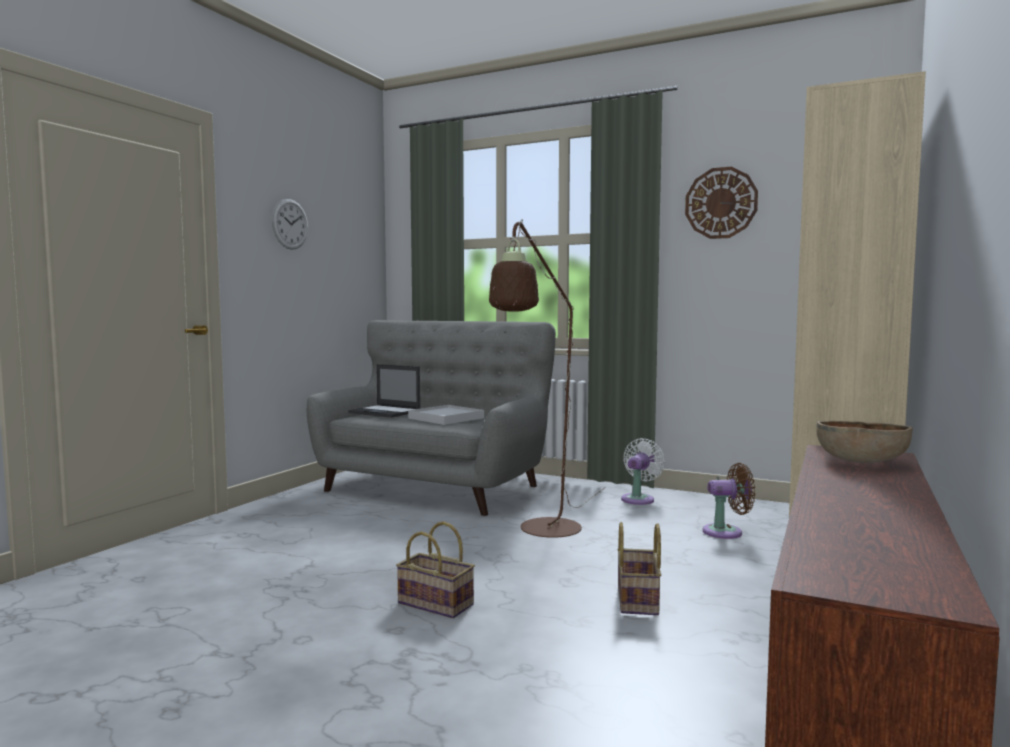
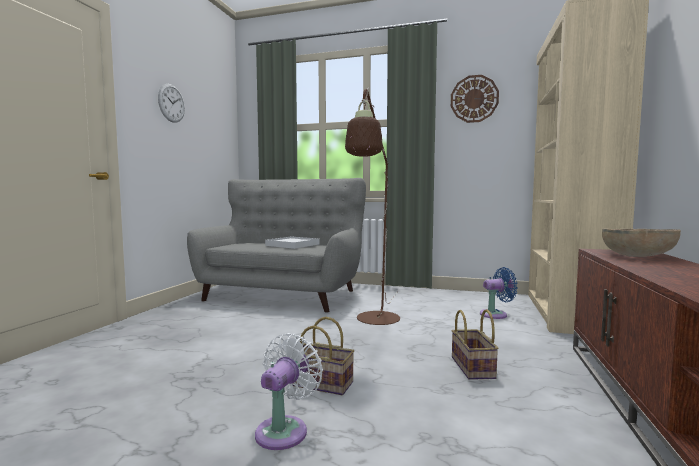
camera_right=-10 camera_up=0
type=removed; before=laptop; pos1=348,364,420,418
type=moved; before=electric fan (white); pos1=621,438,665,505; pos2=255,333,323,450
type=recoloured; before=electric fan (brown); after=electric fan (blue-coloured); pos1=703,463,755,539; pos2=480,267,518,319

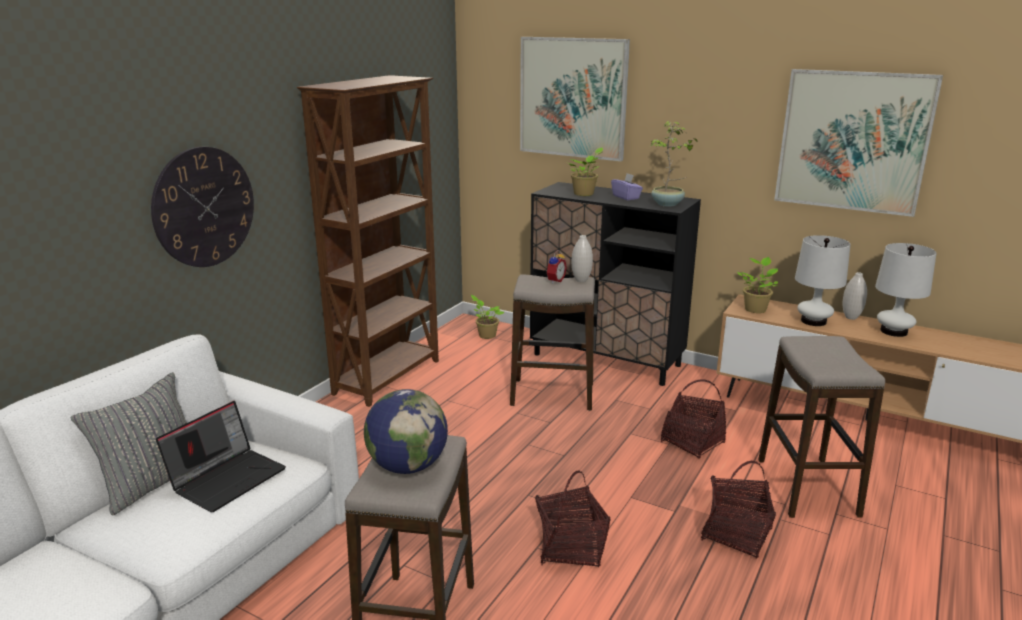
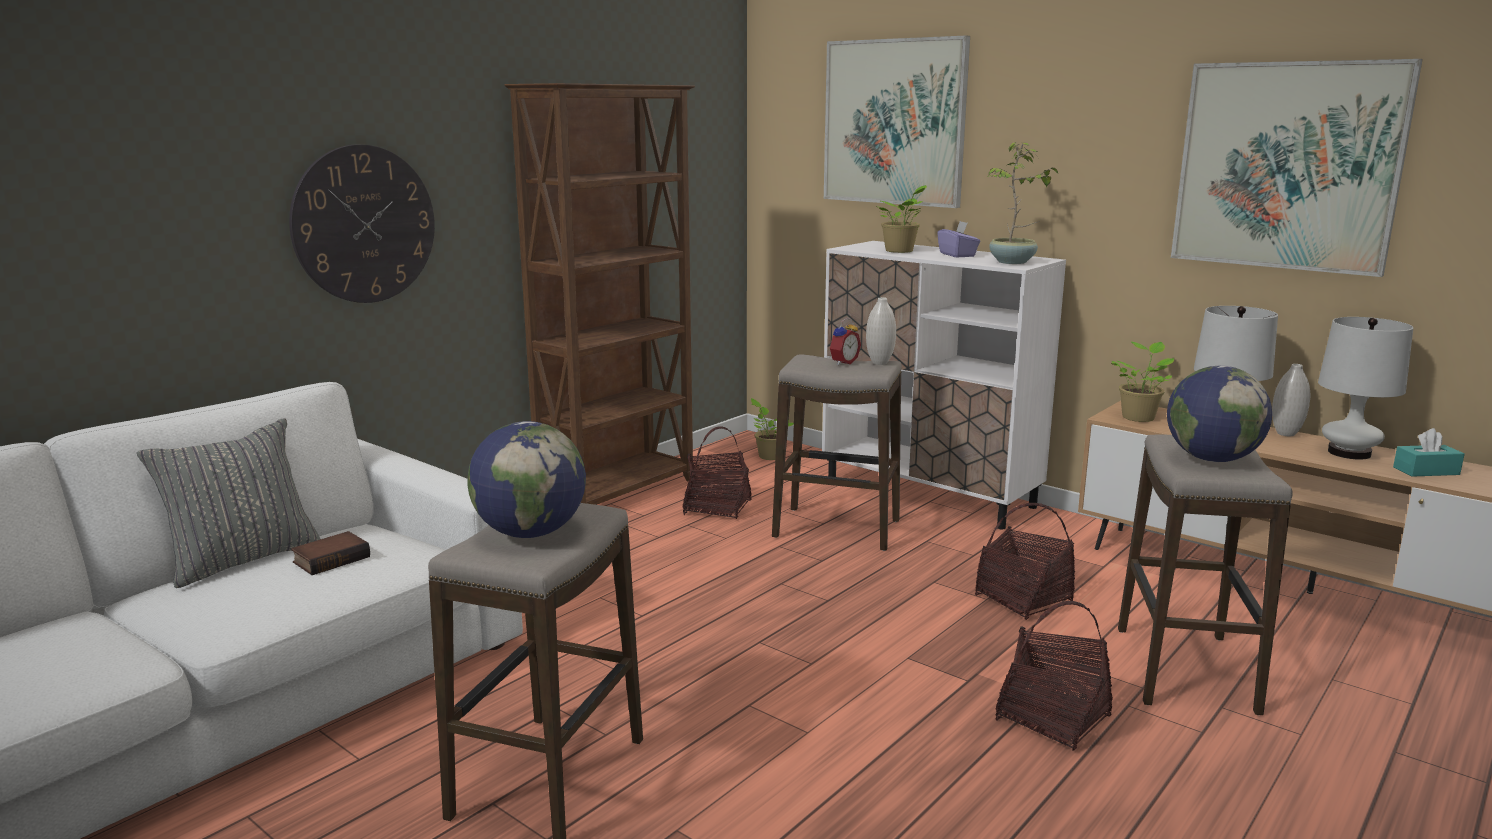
camera_right=10 camera_up=-5
type=replaced; before=laptop; after=bound book; pos1=156,401,286,512; pos2=291,531,370,575
type=recoloured; before=cupboard (black); after=cupboard (white); pos1=530,182,701,386; pos2=822,241,1066,529
type=moved; before=household basket; pos1=535,471,610,568; pos2=682,426,752,519
type=added; after=world globe; pos2=1167,366,1272,462
type=added; after=tissue box (turquoise); pos2=1393,428,1465,477

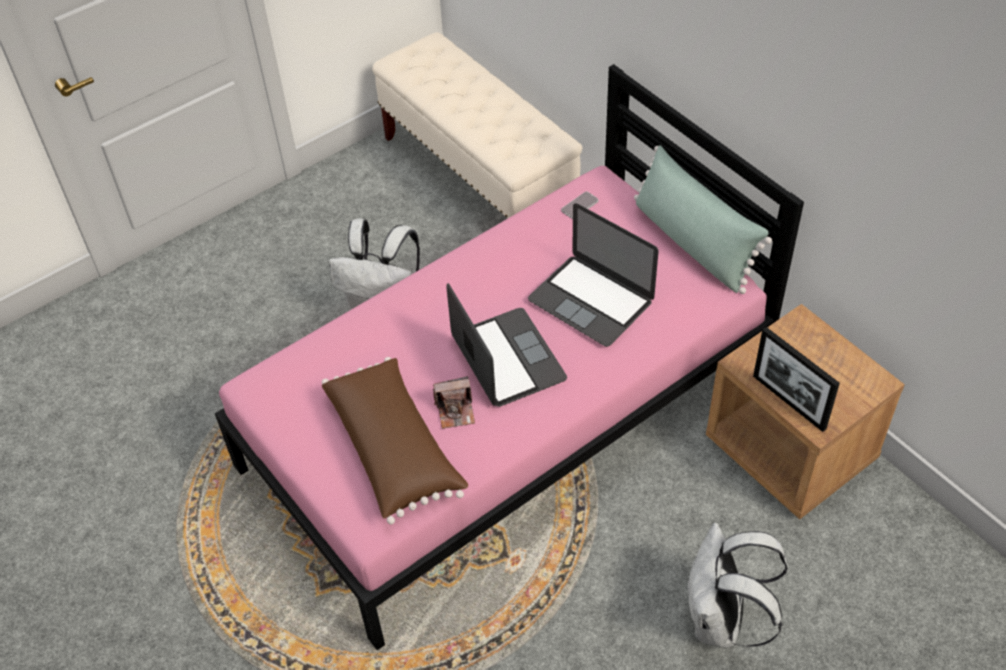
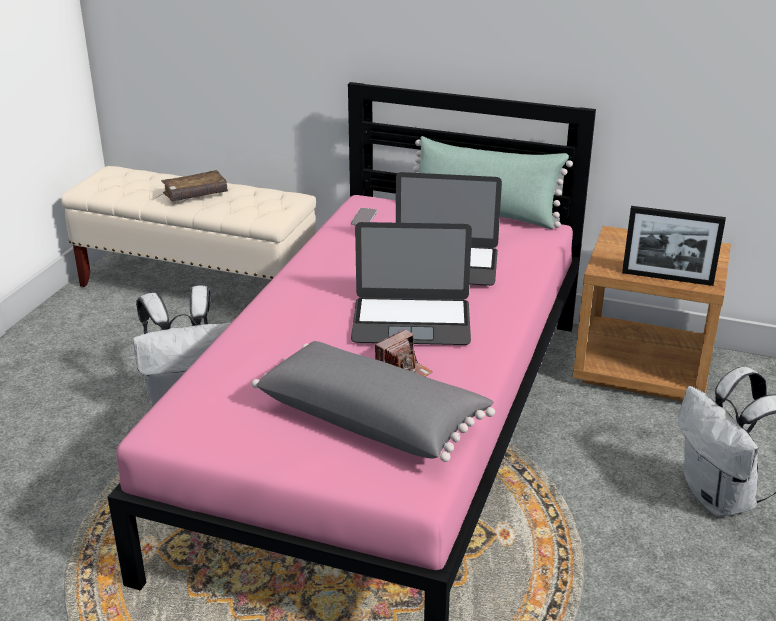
camera_right=-35 camera_up=-20
type=recoloured; before=cushion (brown); after=cushion (greyish); pos1=322,357,468,525; pos2=252,341,495,462
type=turned; before=laptop; pos1=446,283,567,407; pos2=351,222,472,345; turn=150
type=added; after=bound book (brown); pos2=161,170,228,201

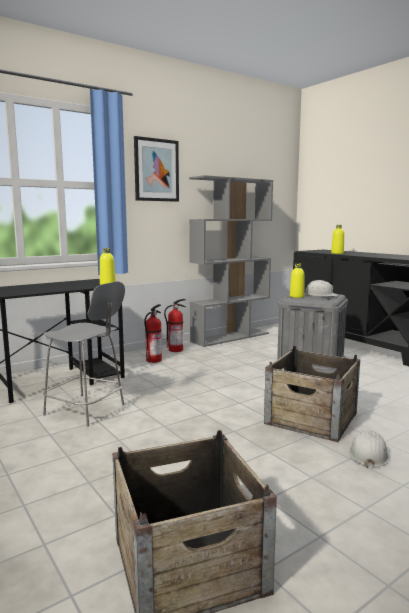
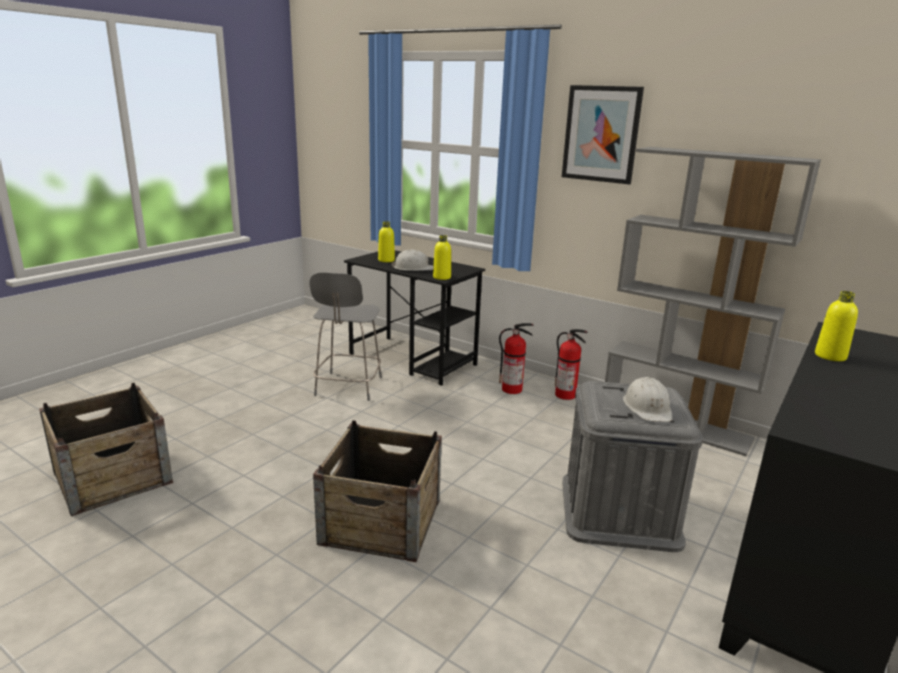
camera_right=70 camera_up=10
type=moved; before=drink bottle (yellow); pos1=290,263,304,298; pos2=378,221,395,262
type=moved; before=work helmet (white); pos1=349,430,389,468; pos2=391,250,433,271

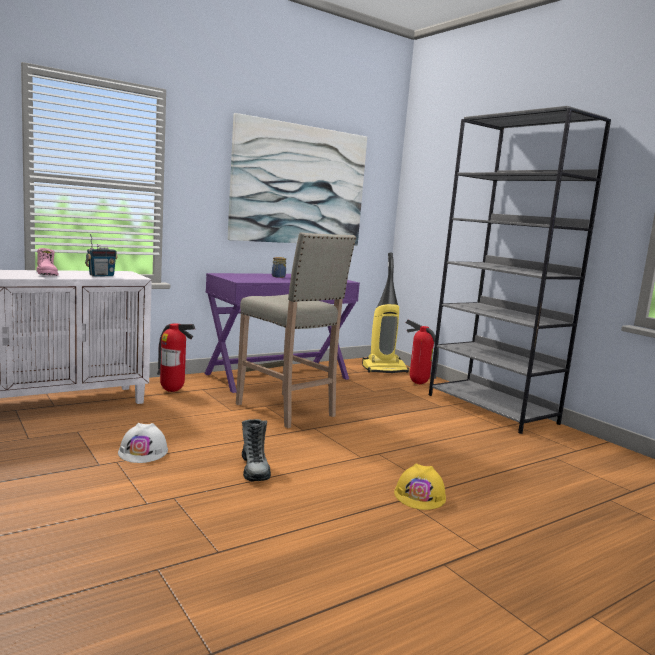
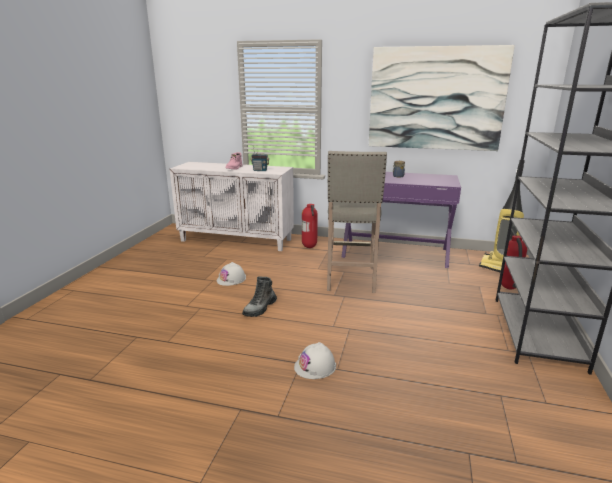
camera_right=50 camera_up=10
type=recoloured; before=work helmet (yellow); after=work helmet (white); pos1=394,463,446,510; pos2=294,342,336,379

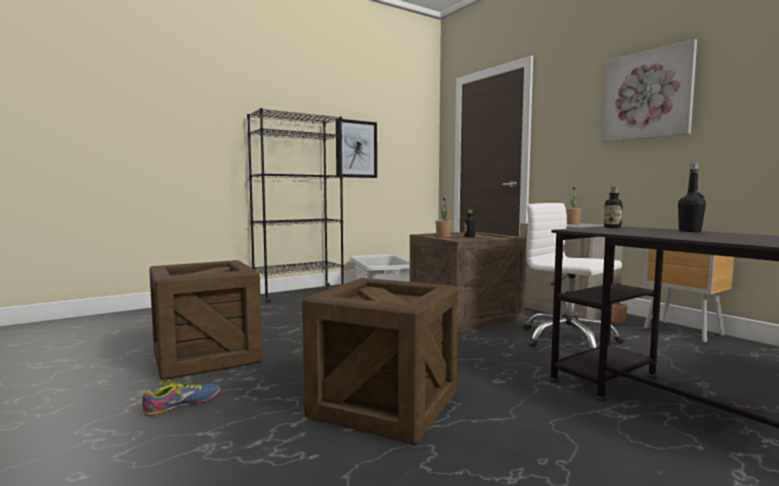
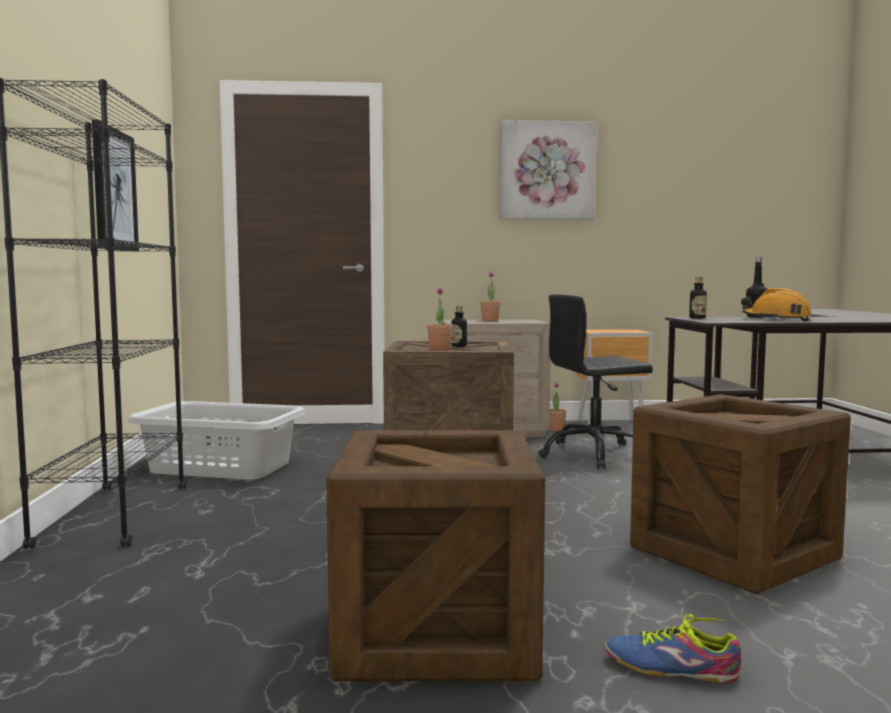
camera_right=-60 camera_up=0
type=turned; before=item of footwear; pos1=142,380,220,416; pos2=605,614,741,683; turn=-60
type=recoloured; before=office chair (white); after=office chair (black); pos1=523,203,624,349; pos2=538,294,653,469
type=added; after=work helmet (orange); pos2=741,288,812,321

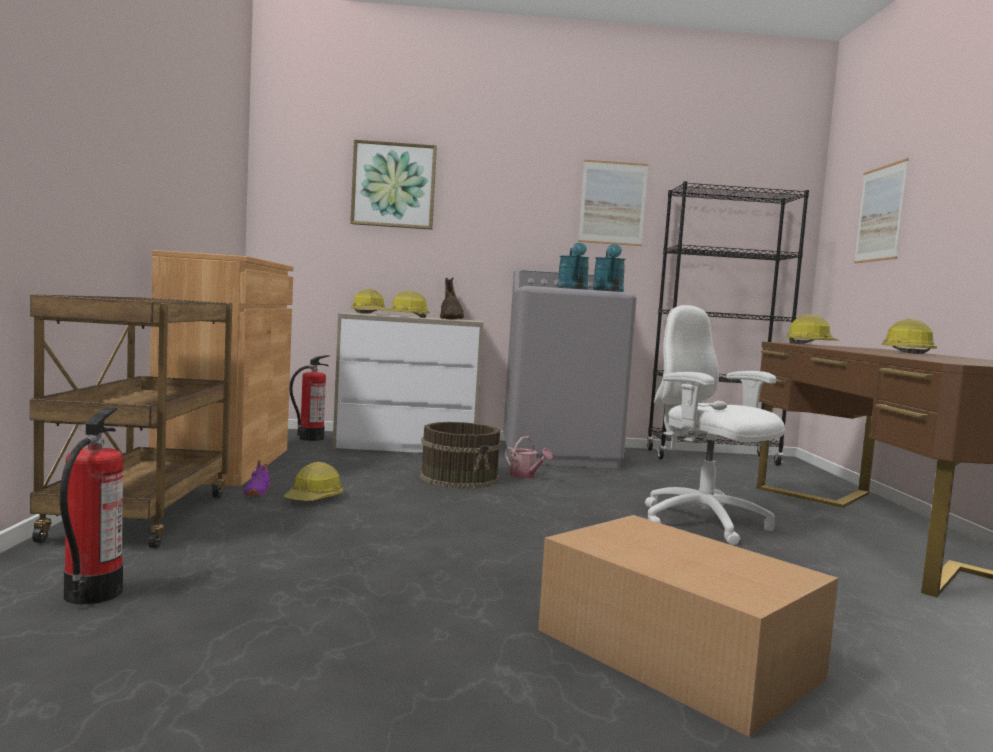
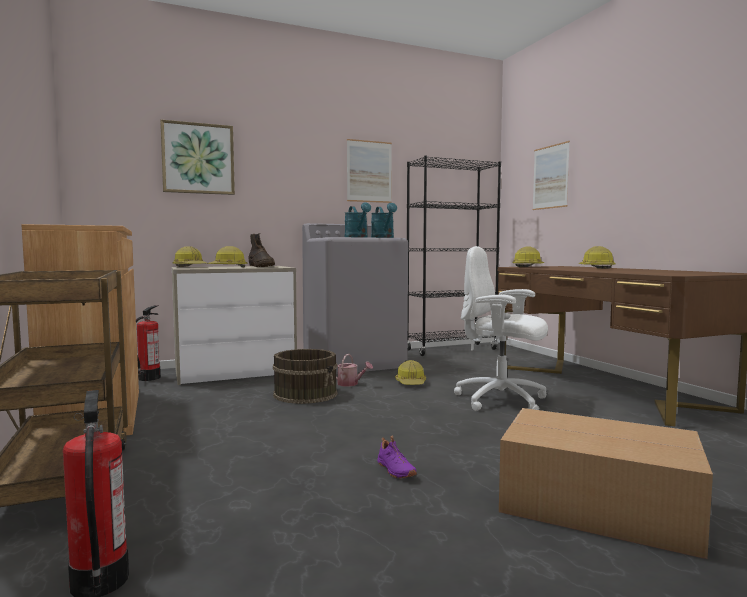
camera_right=-20 camera_up=0
type=moved; before=item of footwear (purplish); pos1=244,460,270,496; pos2=377,436,417,479
type=moved; before=work helmet; pos1=284,462,343,501; pos2=395,360,426,385

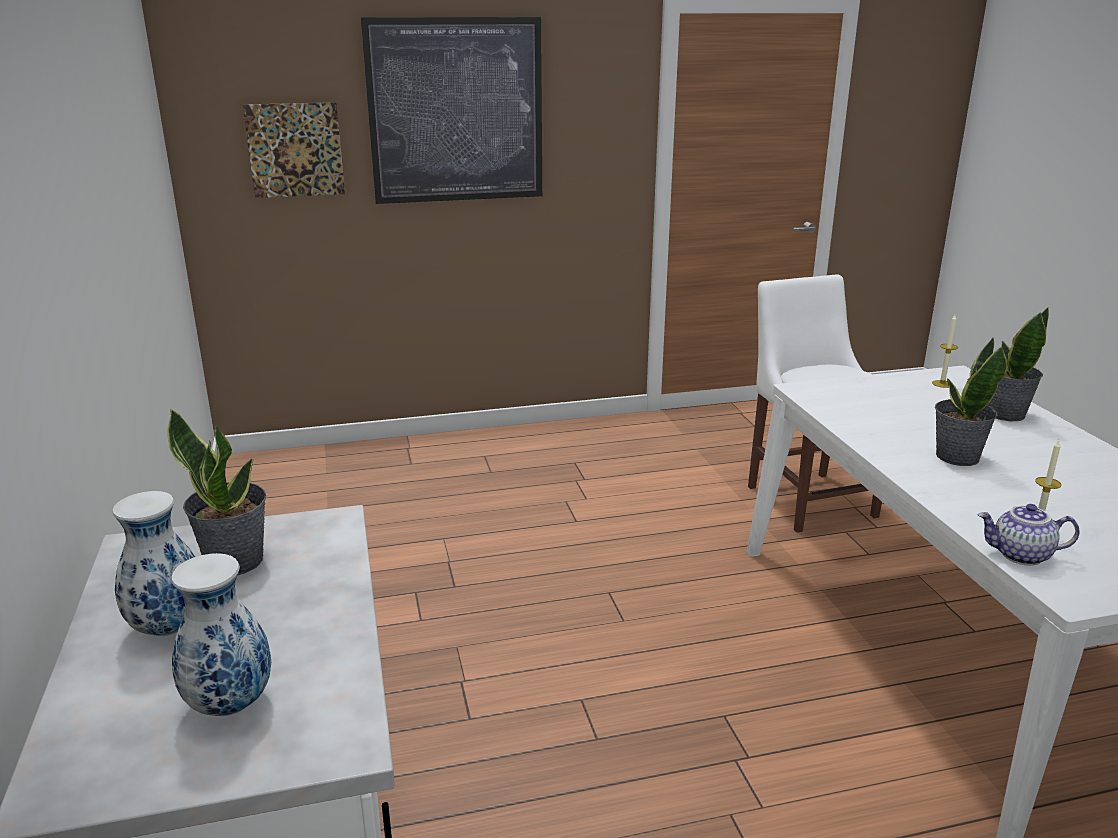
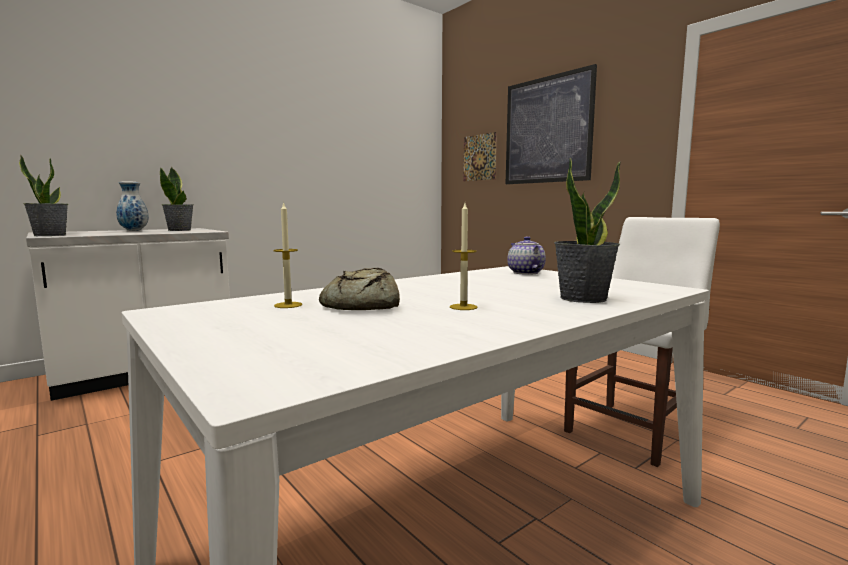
camera_right=65 camera_up=-15
type=removed; before=vase; pos1=171,553,271,716
type=moved; before=wax candle; pos1=932,315,958,388; pos2=450,203,477,310
type=moved; before=plant in a pot; pos1=935,337,1008,466; pos2=19,155,68,236
type=moved; before=pot for tea; pos1=978,504,1080,566; pos2=507,236,546,275
type=added; after=bread; pos2=319,268,400,310

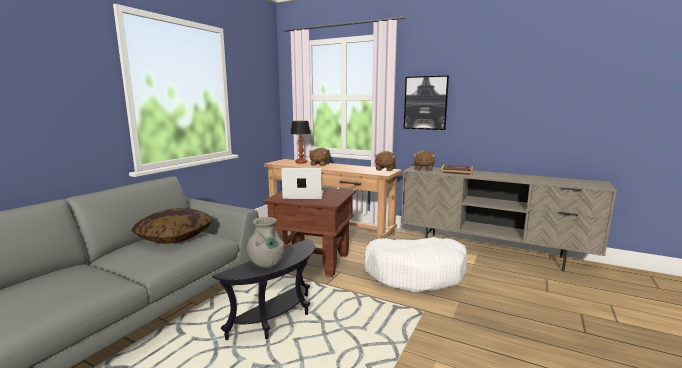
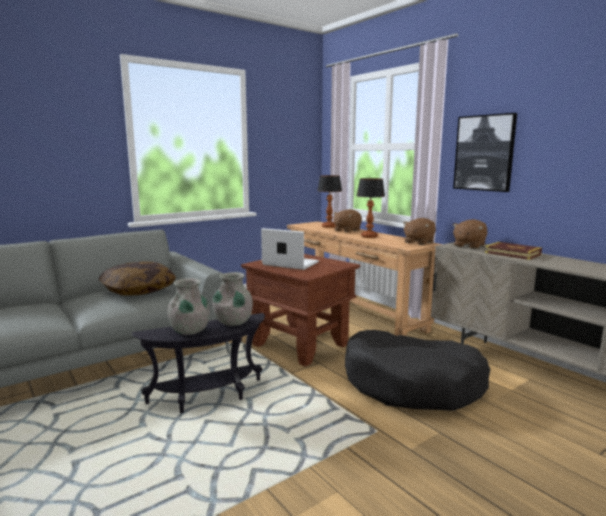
camera_right=25 camera_up=0
type=recoloured; before=pet bed (white); after=pet bed (black); pos1=364,237,467,292; pos2=345,330,490,411
type=added; after=vase (greyish); pos2=212,272,253,326
type=added; after=lamp for a table; pos2=357,178,385,238

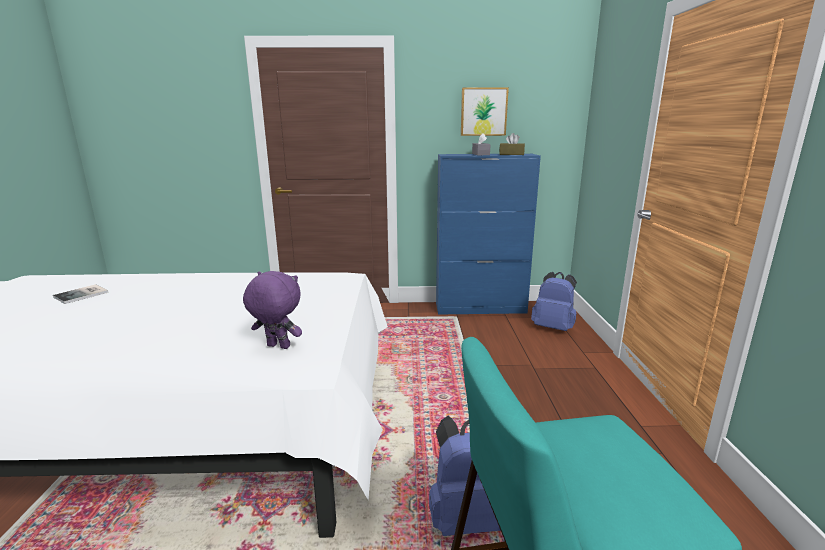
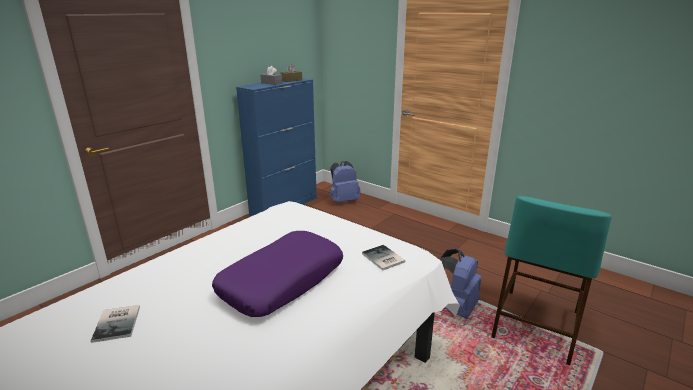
camera_right=-50 camera_up=5
type=replaced; before=cuddly toy (purplish); after=bound book; pos1=243,271,302,349; pos2=362,245,405,271
type=removed; before=wall picture; pos1=461,87,509,136
type=added; after=cushion (purplish); pos2=212,231,343,317

